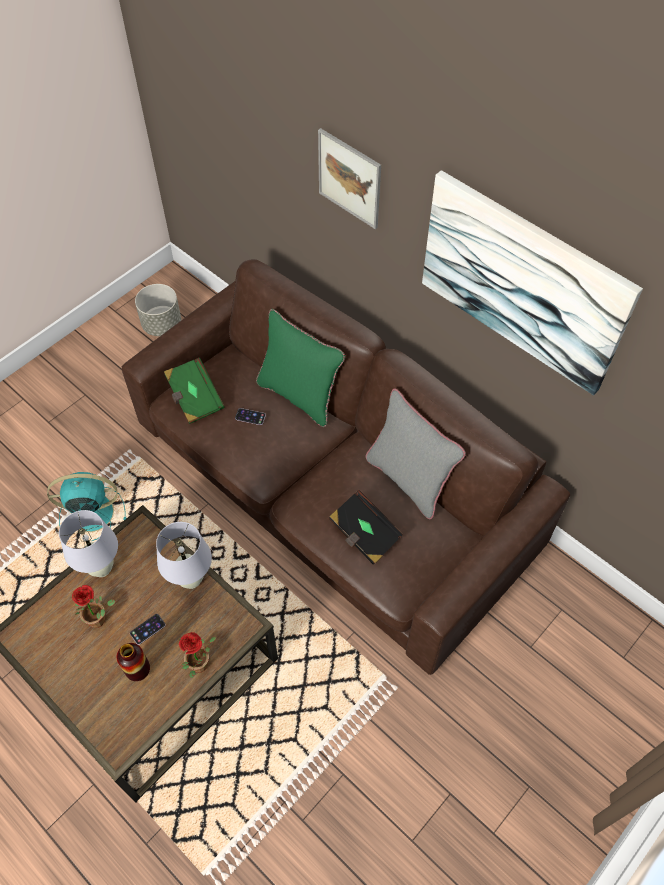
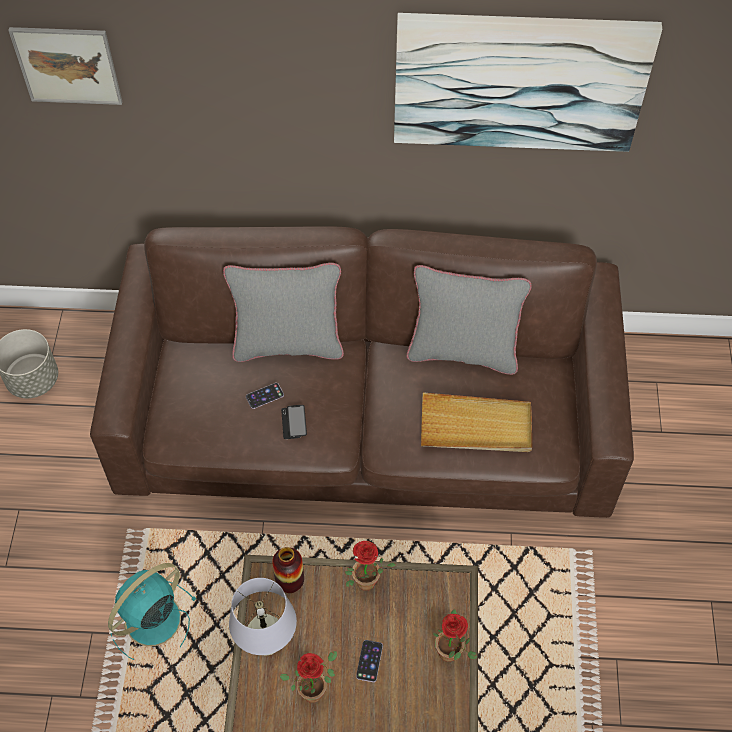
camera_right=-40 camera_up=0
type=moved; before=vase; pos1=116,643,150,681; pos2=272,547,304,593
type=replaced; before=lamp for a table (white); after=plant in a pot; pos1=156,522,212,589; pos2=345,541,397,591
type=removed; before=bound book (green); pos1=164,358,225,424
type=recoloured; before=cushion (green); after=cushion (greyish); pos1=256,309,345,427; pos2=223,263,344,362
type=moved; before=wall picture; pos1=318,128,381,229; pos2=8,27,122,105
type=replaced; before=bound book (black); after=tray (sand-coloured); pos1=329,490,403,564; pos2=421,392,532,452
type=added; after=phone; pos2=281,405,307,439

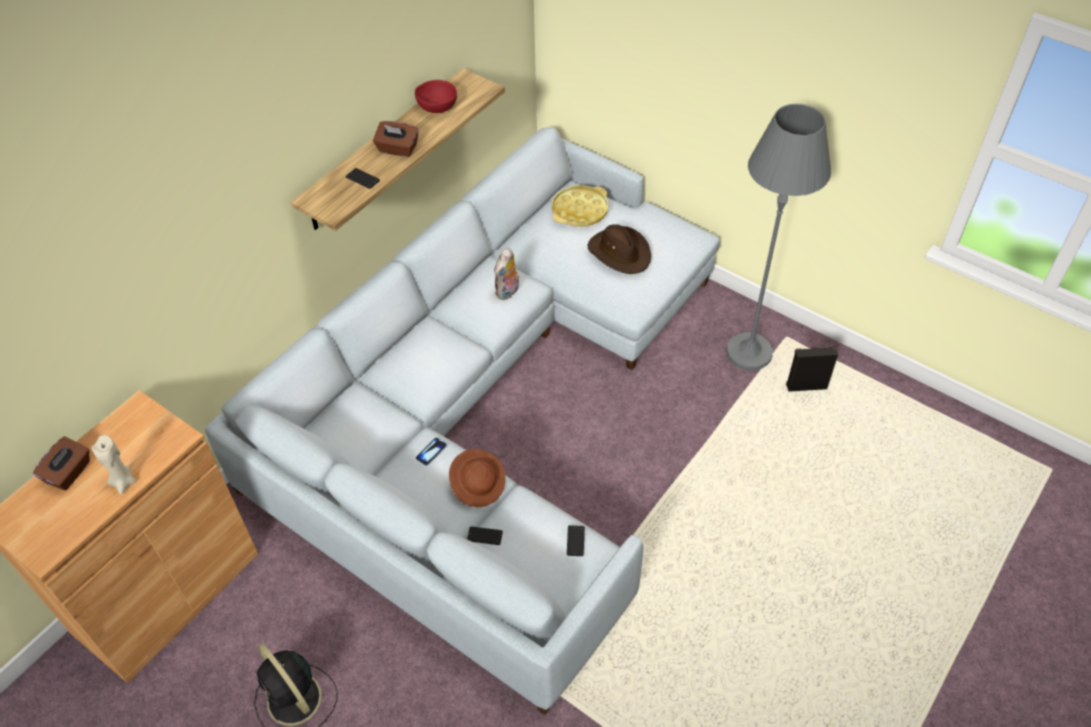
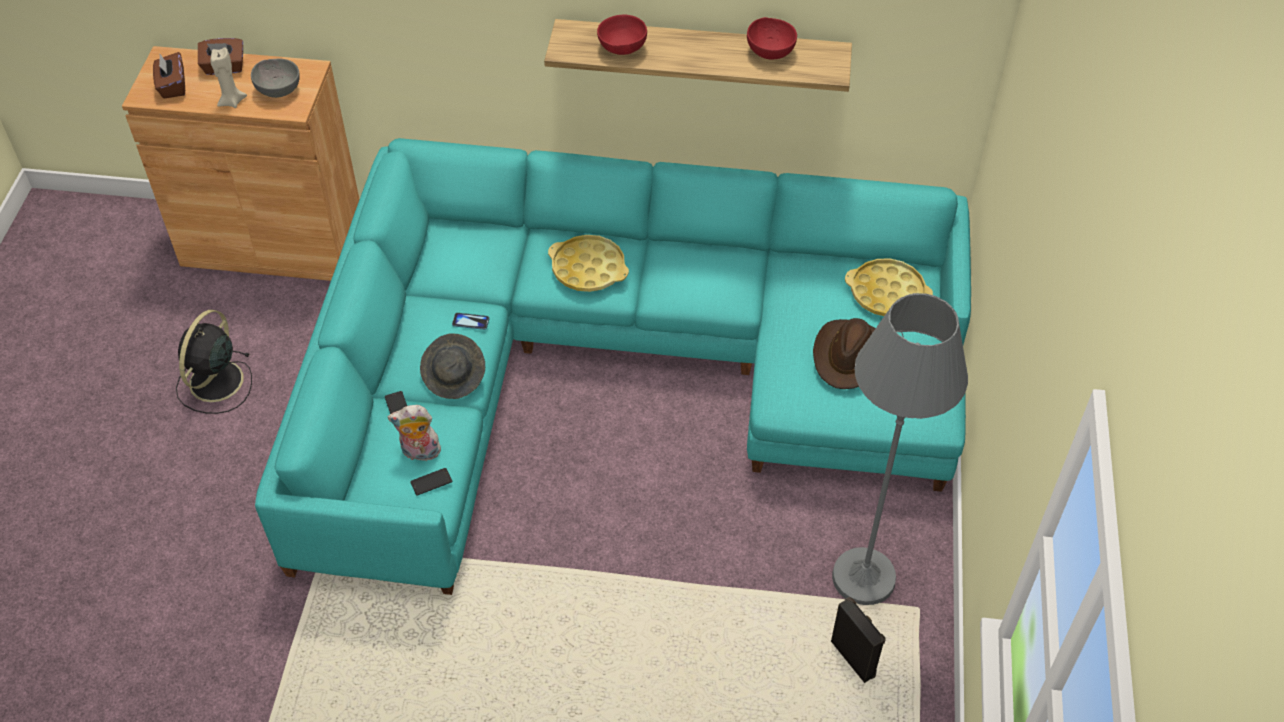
camera_right=60 camera_up=0
type=recoloured; before=settee (greyish); after=settee (turquoise); pos1=205,127,720,715; pos2=255,138,971,595
type=replaced; before=phone; after=deep dish (red); pos1=346,168,380,189; pos2=597,15,647,55
type=moved; before=tissue box (brown); pos1=373,121,419,157; pos2=153,52,185,99
type=recoloured; before=clothing hat (brown); after=clothing hat (greyish); pos1=449,449,506,507; pos2=420,333,485,399
type=moved; before=cuddly toy; pos1=494,248,519,300; pos2=387,405,441,464
type=added; after=deep dish (greyish); pos2=251,58,300,98
type=added; after=tray (yellow); pos2=548,235,629,292

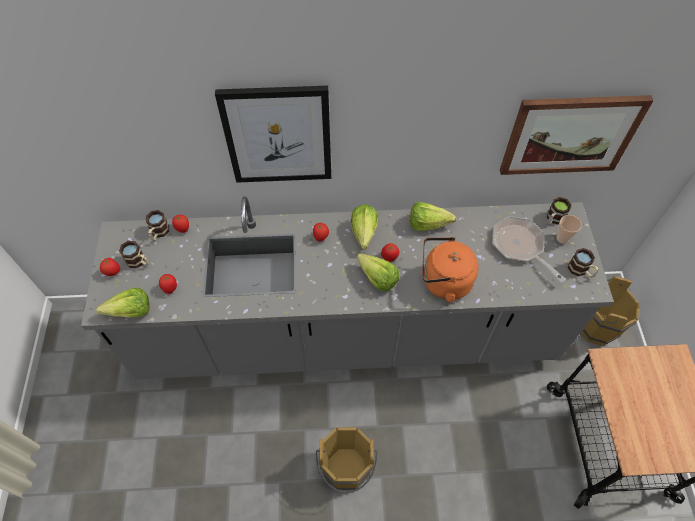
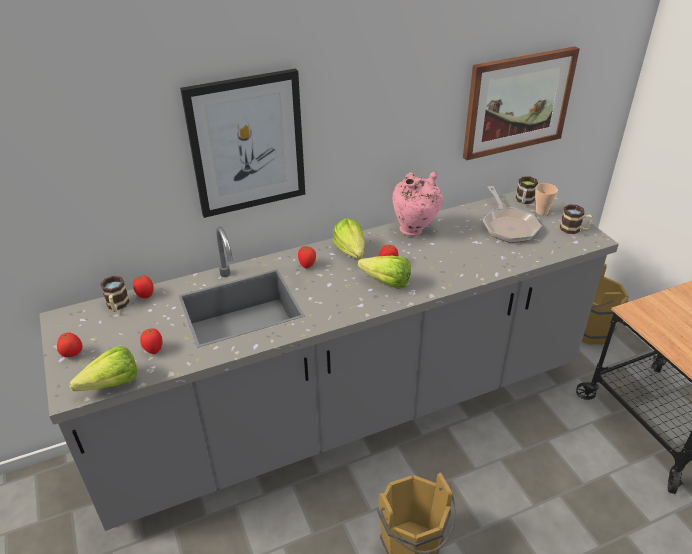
camera_right=-20 camera_up=-20
type=removed; before=tea mug; pos1=119,241,149,268
type=replaced; before=head of lettuce; after=vase (pink); pos1=410,202,456,231; pos2=392,172,443,236
type=removed; before=tea kettle (orange); pos1=422,237,479,303
type=turned; before=skillet; pos1=492,216,566,283; pos2=483,186,541,243; turn=-135

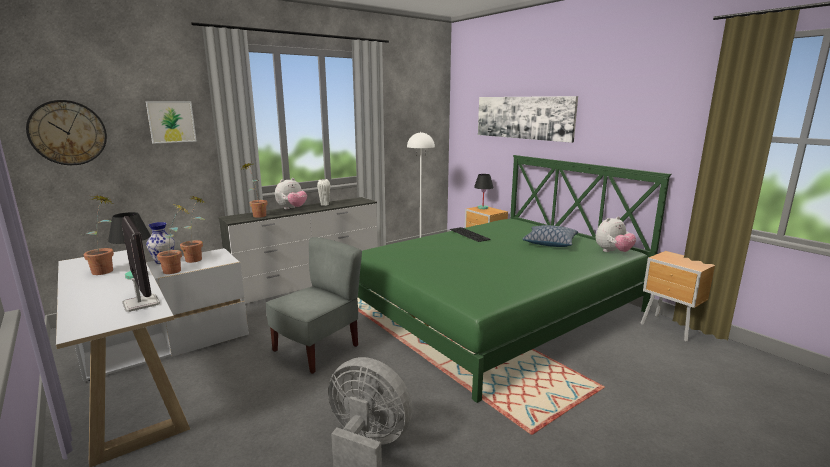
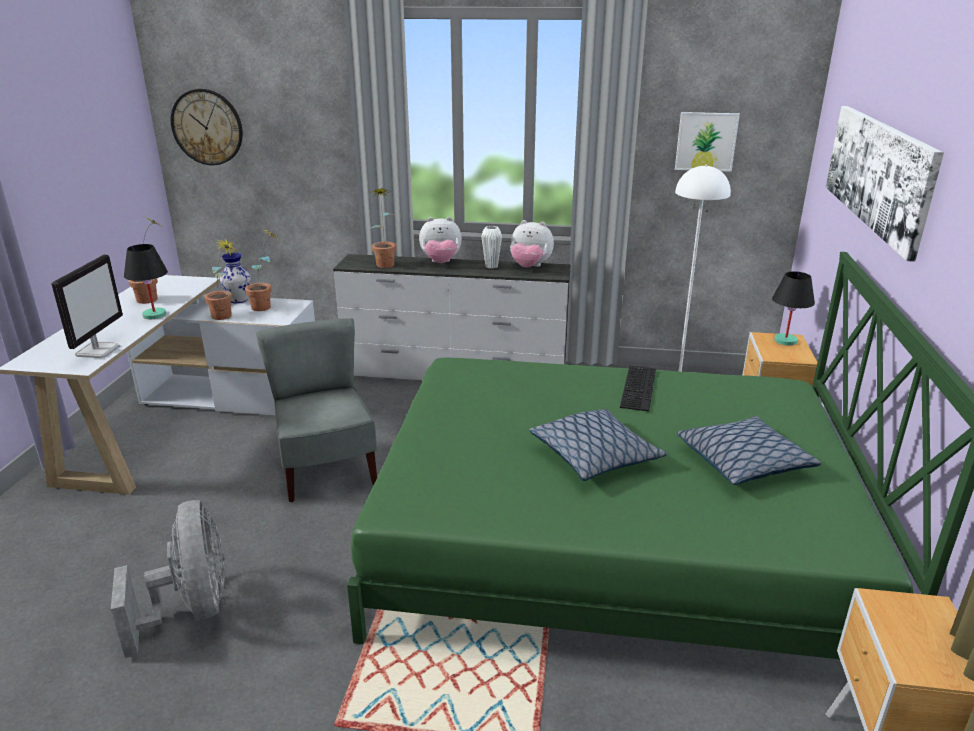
camera_right=45 camera_up=10
type=moved; before=wall picture; pos1=146,101,196,144; pos2=675,112,740,172
type=turned; before=chair (greyish); pos1=266,237,362,374; pos2=256,318,377,502; turn=-105
type=moved; before=cuddly toy; pos1=596,216,636,252; pos2=510,220,554,267
type=added; after=cushion; pos2=529,409,667,481

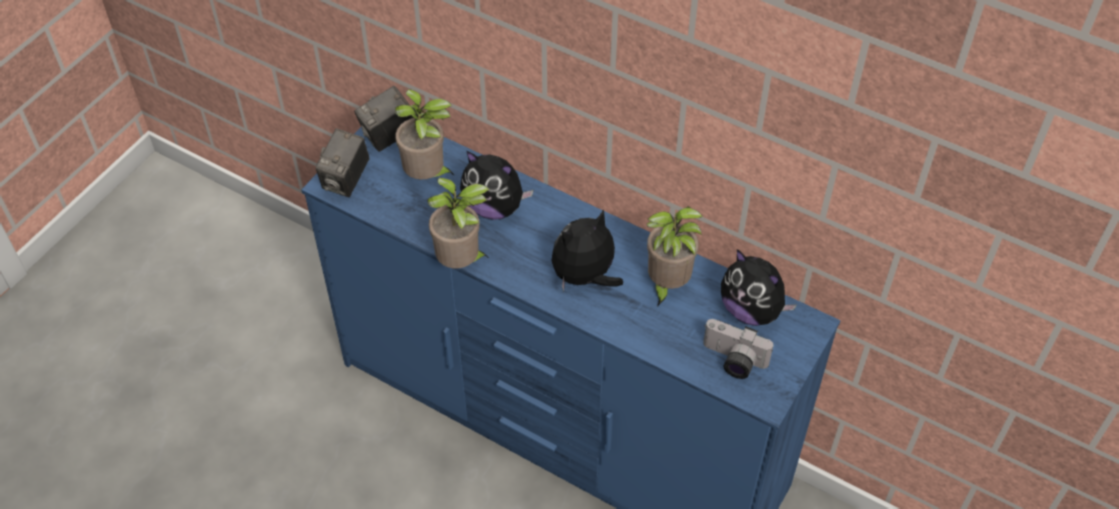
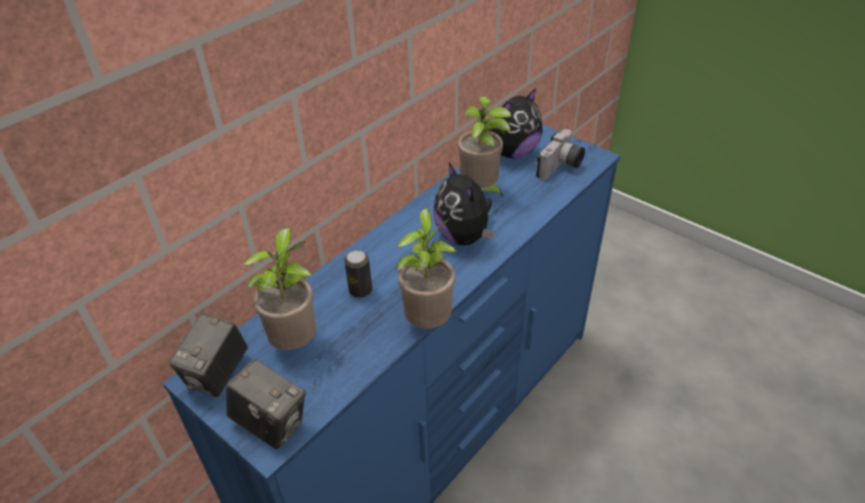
camera_right=-80 camera_up=-10
type=turned; before=photo camera; pos1=354,86,413,152; pos2=169,312,248,397; turn=45
type=replaced; before=cuddly toy; after=sealed can; pos1=460,151,534,220; pos2=344,250,372,298

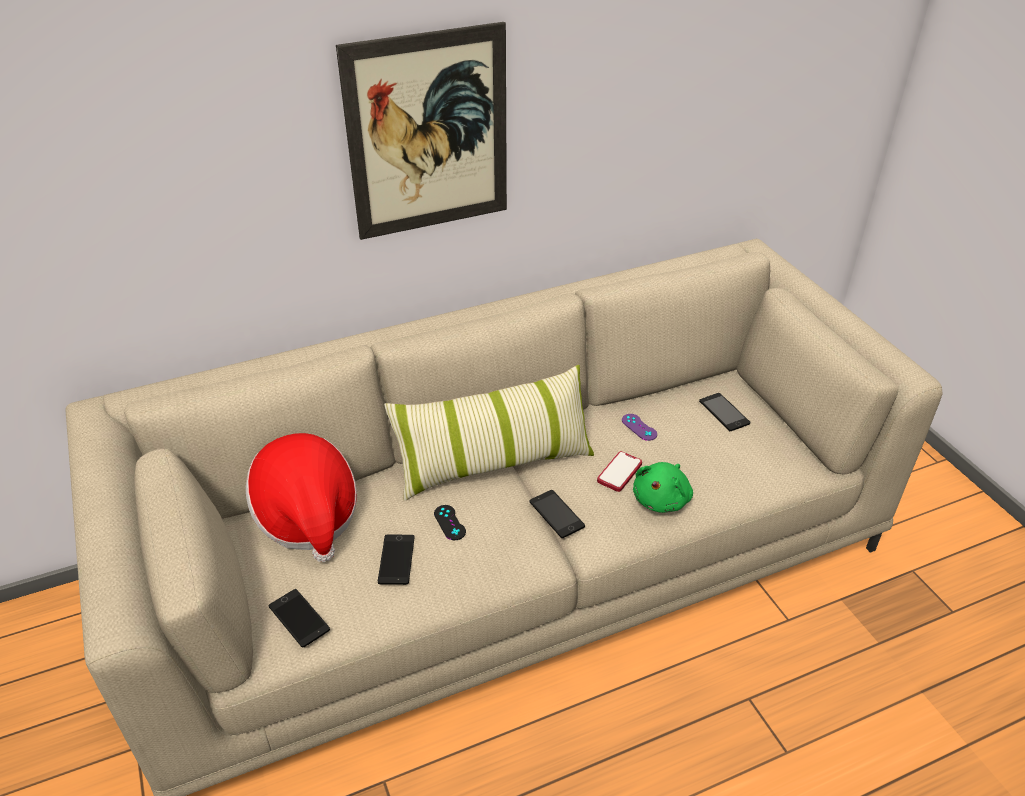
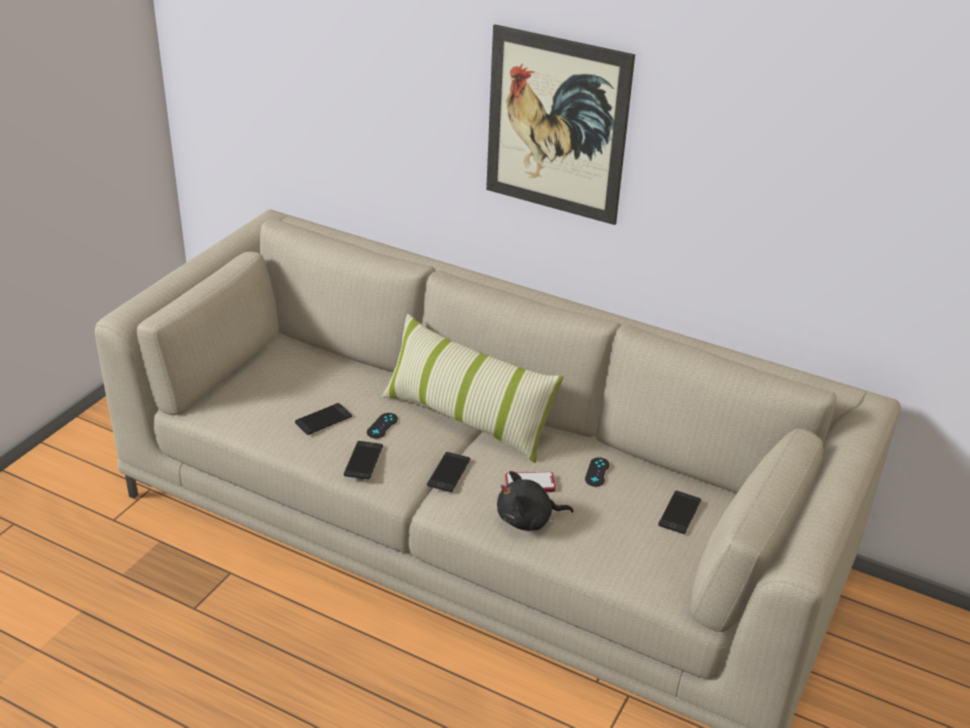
camera_right=50 camera_up=-5
type=removed; before=clothing hat; pos1=246,433,357,562
type=moved; before=phone; pos1=269,589,330,648; pos2=344,441,383,480
type=recoloured; before=game controller (purplish); after=game controller (black); pos1=622,414,657,441; pos2=585,457,610,487
type=recoloured; before=cuddly toy (green); after=cuddly toy (black); pos1=633,462,693,513; pos2=497,471,574,531

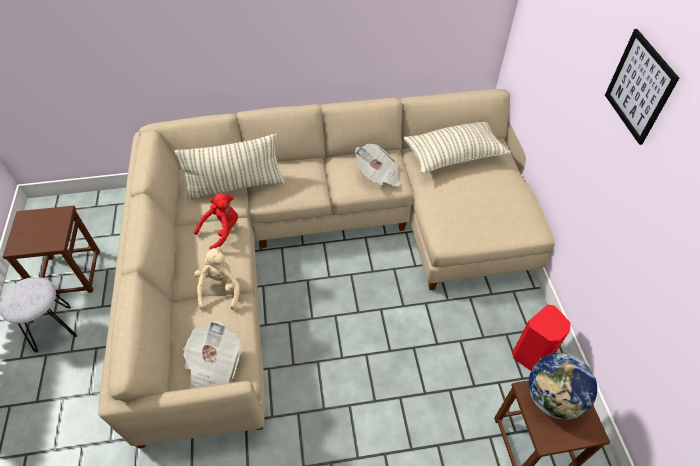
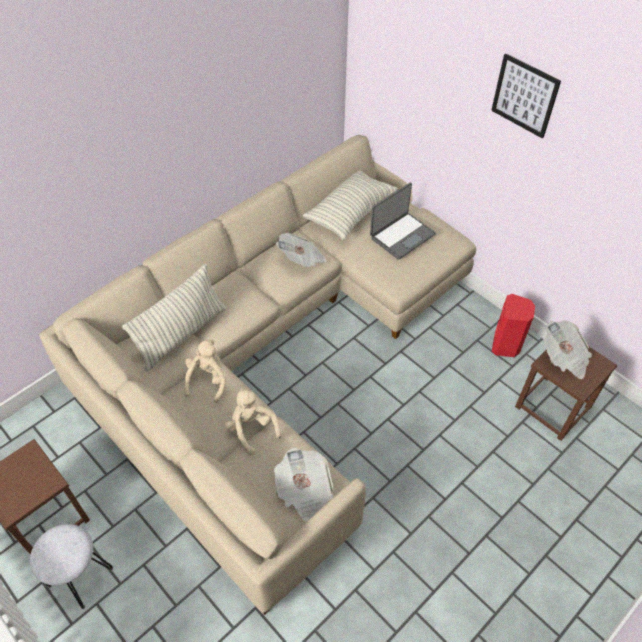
camera_right=-35 camera_up=0
type=recoloured; before=cuddly toy (red); after=cuddly toy (sand-coloured); pos1=194,193,238,250; pos2=184,339,226,403
type=replaced; before=world globe; after=newspaper; pos1=529,353,597,420; pos2=544,320,592,379
type=added; after=laptop; pos2=370,183,436,260

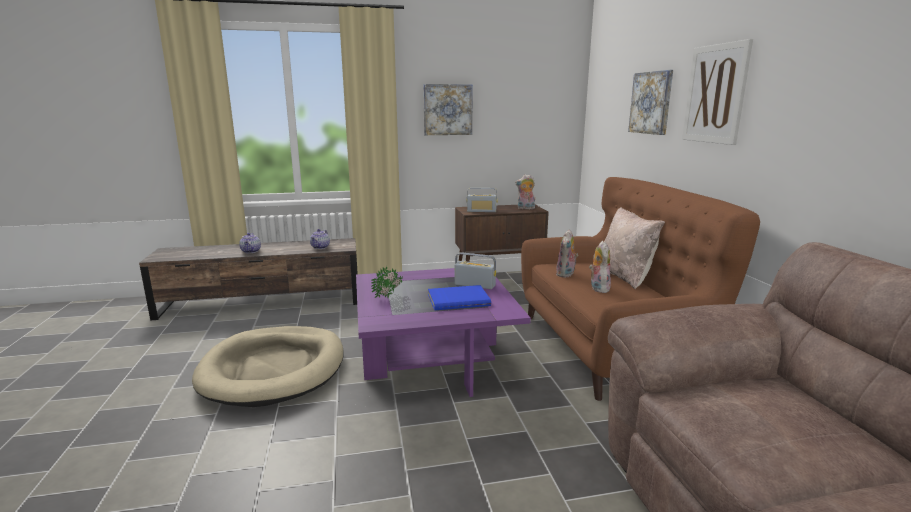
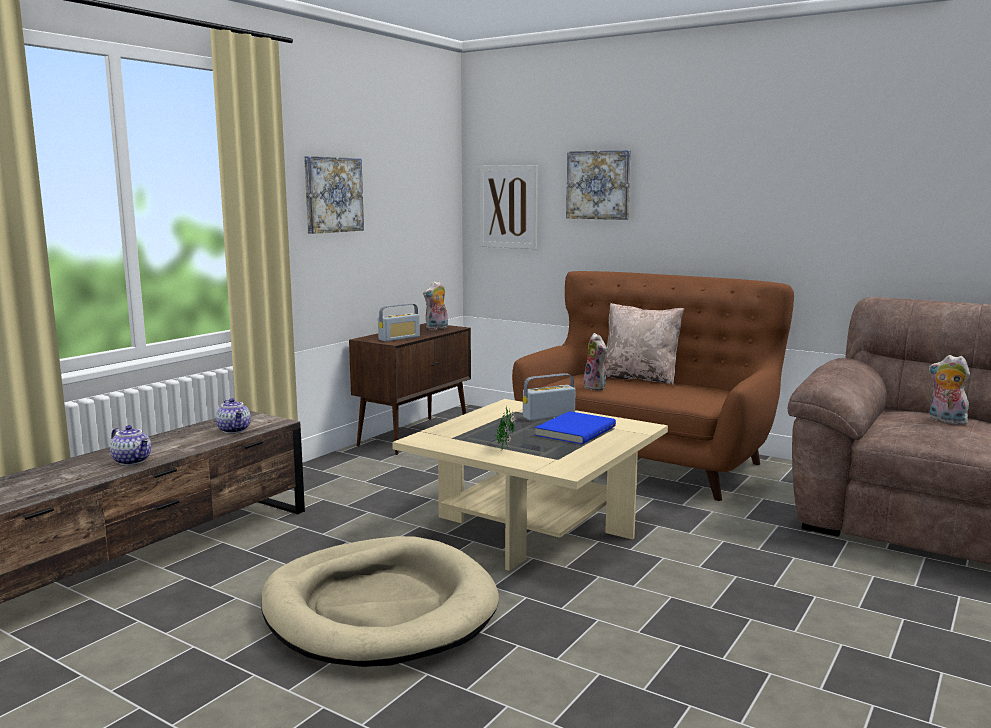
camera_right=-45 camera_up=-5
type=recoloured; before=coffee table (purplish); after=coffee table (sand-coloured); pos1=356,268,531,397; pos2=392,399,668,571
type=moved; before=cuddly toy; pos1=589,241,611,293; pos2=929,355,970,425
type=moved; before=wall picture; pos1=682,39,753,145; pos2=479,165,538,249

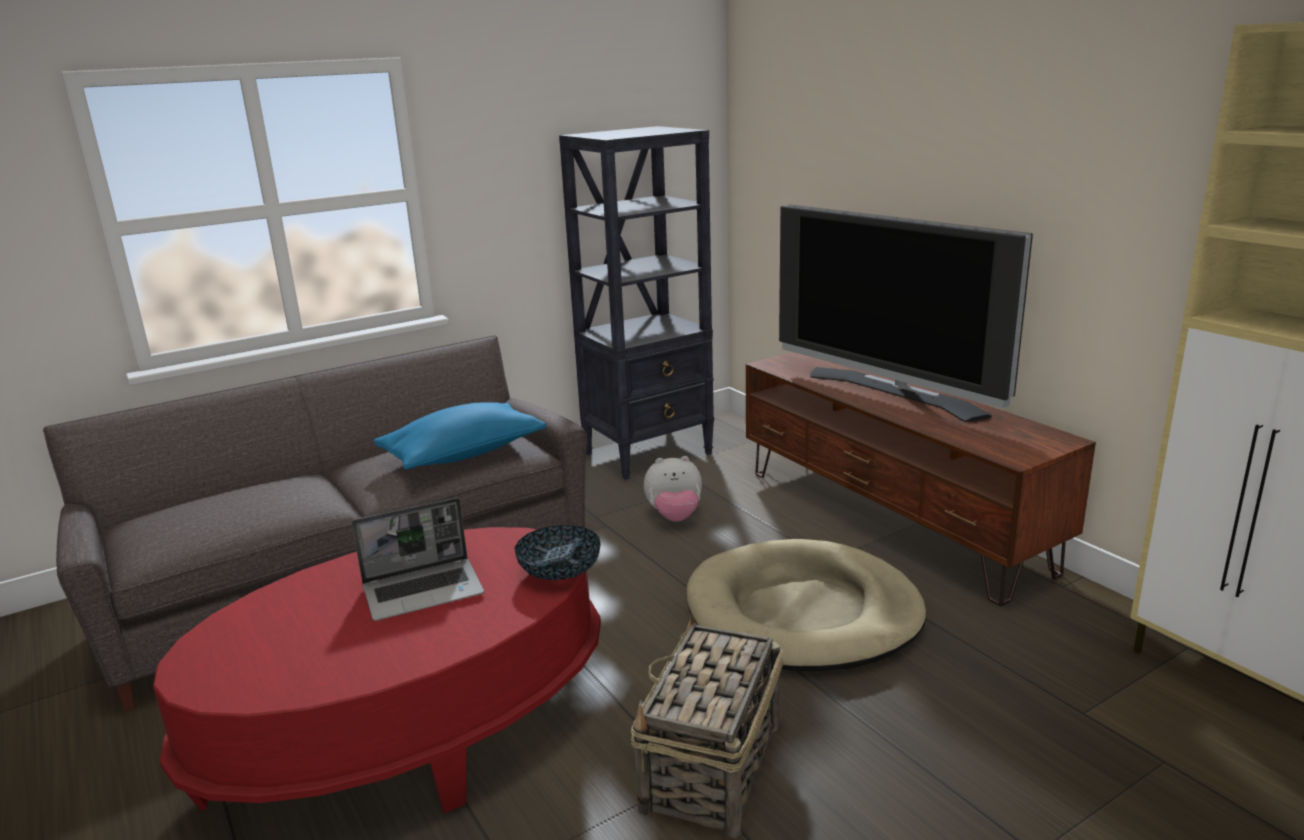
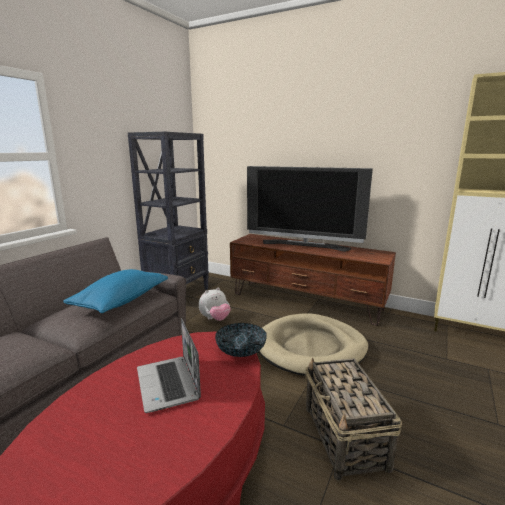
camera_right=-30 camera_up=-5
type=turned; before=laptop; pos1=352,498,484,621; pos2=137,318,201,413; turn=120

